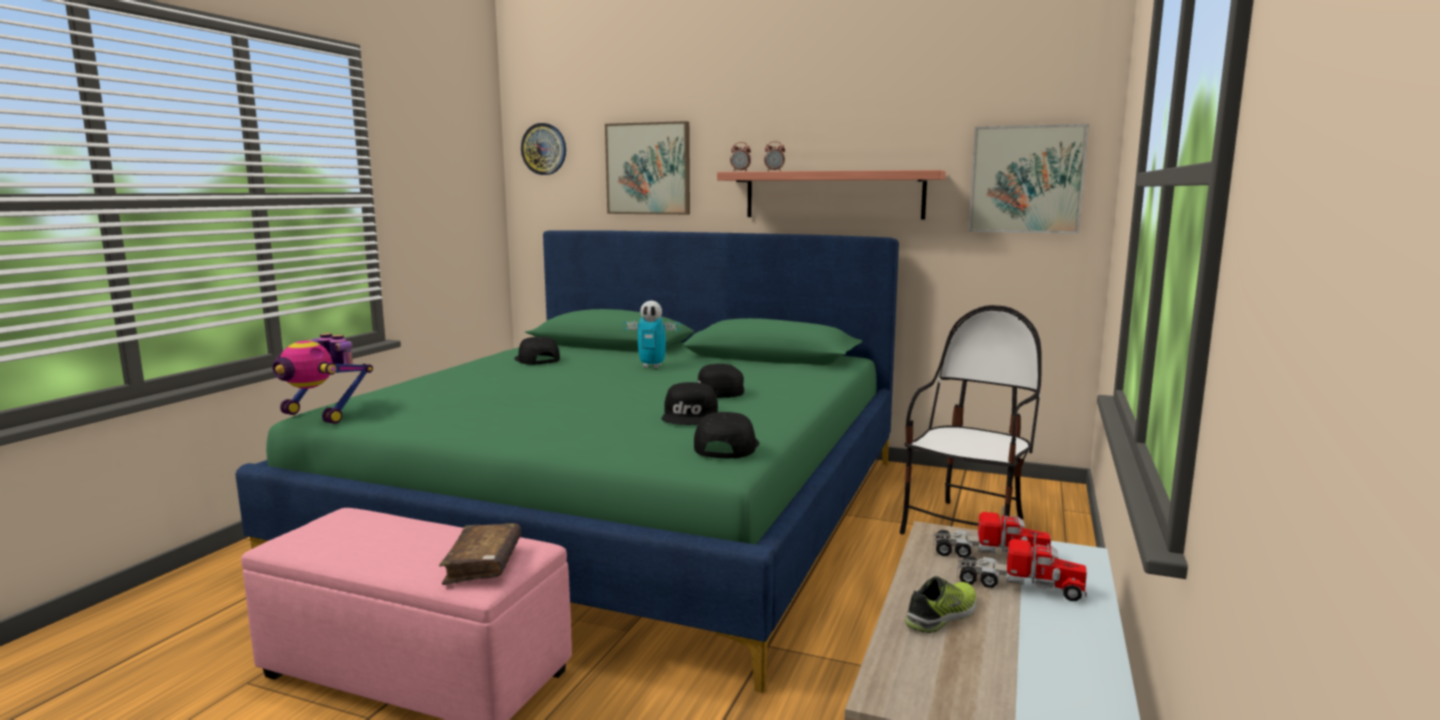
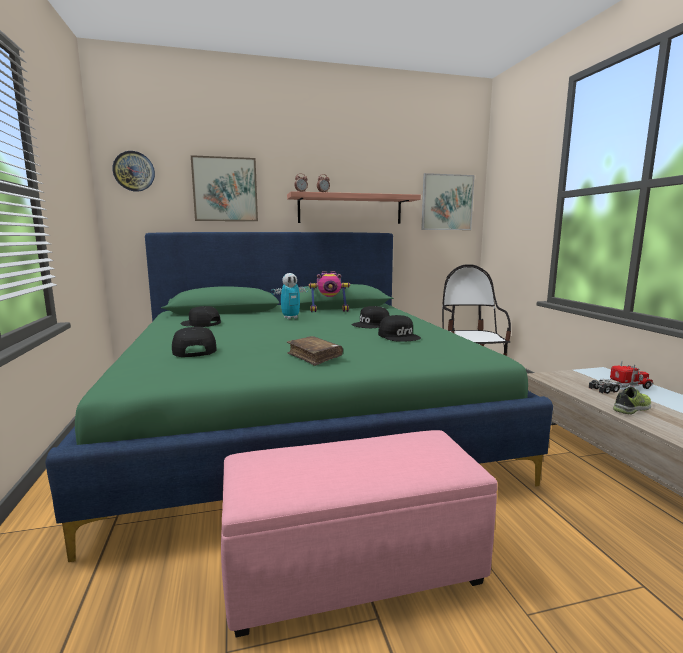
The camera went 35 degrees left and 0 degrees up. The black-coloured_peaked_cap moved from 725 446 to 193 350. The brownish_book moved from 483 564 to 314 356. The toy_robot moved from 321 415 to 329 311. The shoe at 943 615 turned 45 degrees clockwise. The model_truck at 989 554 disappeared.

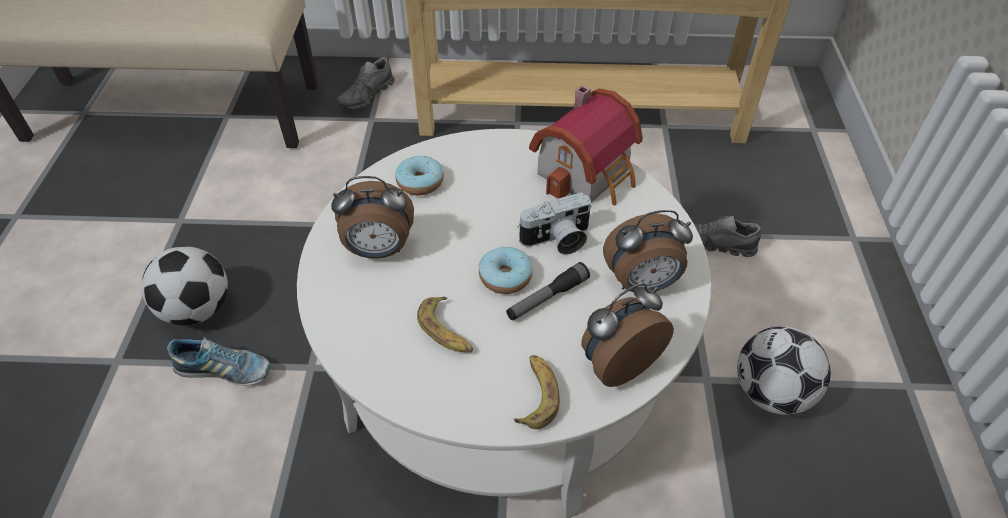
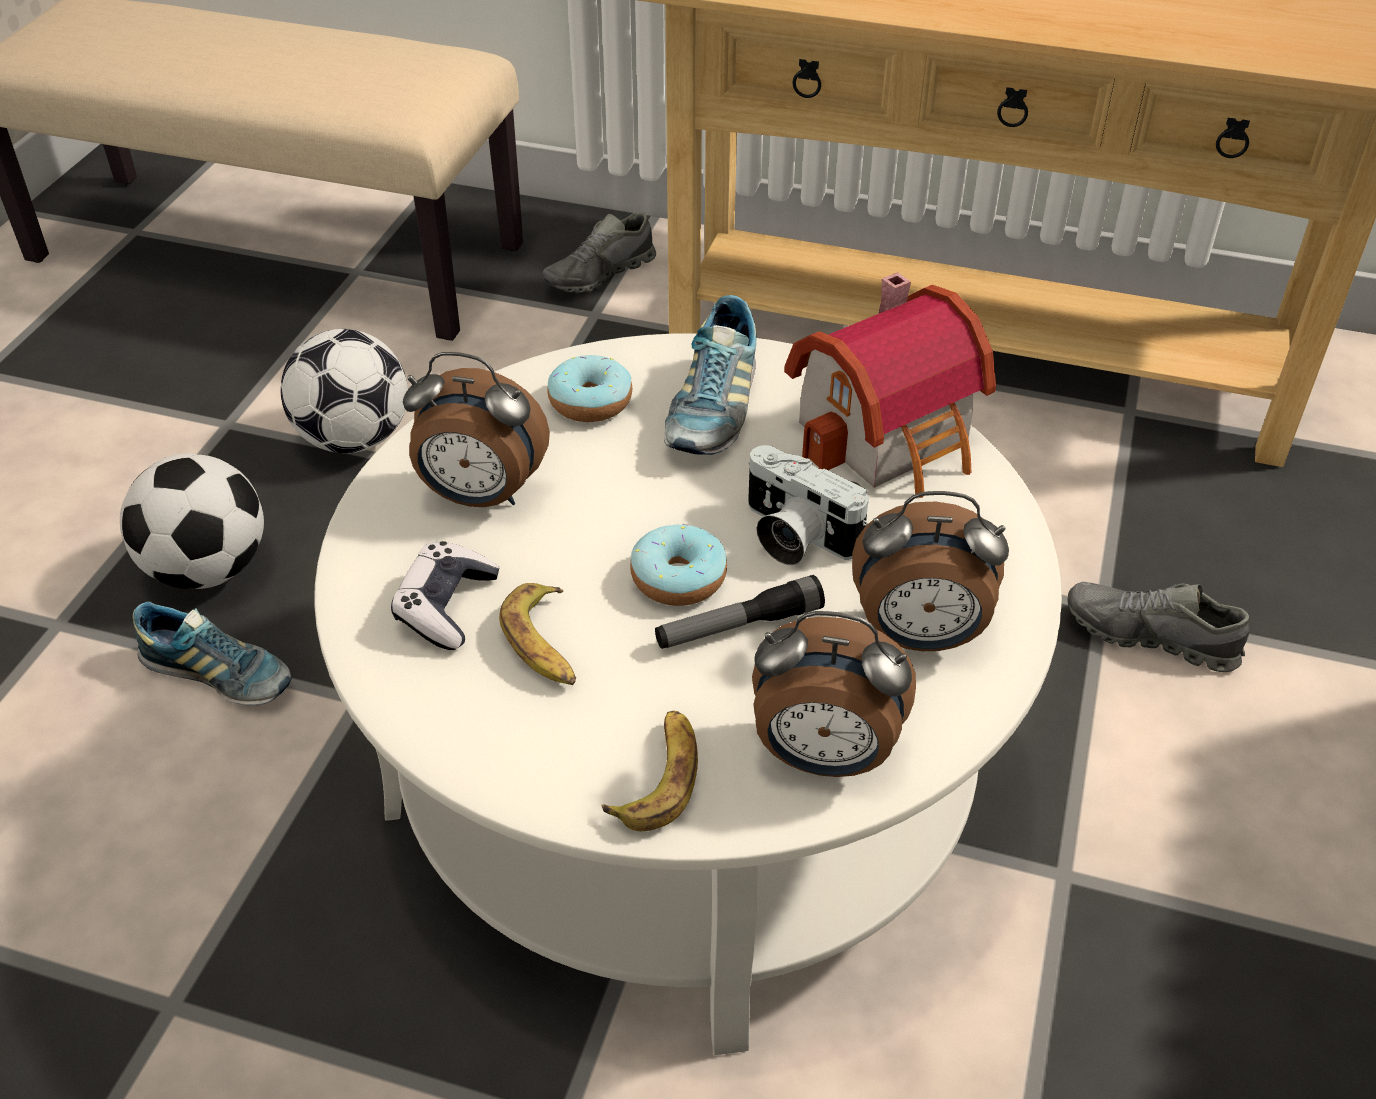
The camera went 15 degrees right and 5 degrees down. The football_ball moved from 771 392 to 354 439. The joypad at 446 607 appeared. The shoe at 712 409 appeared. The still_camera at 557 240 turned 45 degrees clockwise. The alarm_clock at 617 363 turned 150 degrees counterclockwise.

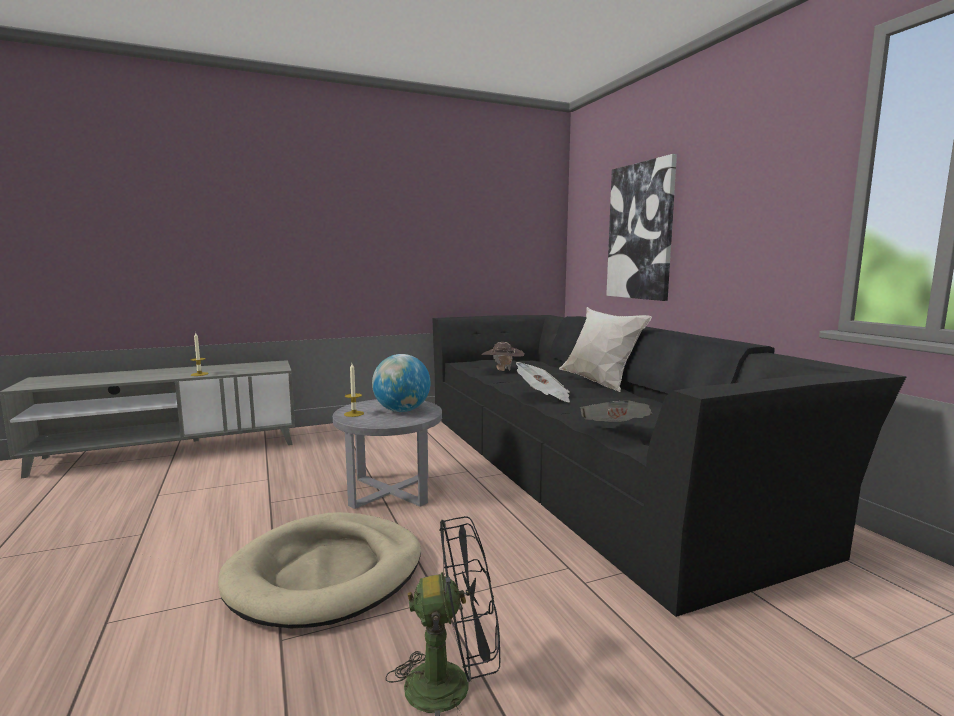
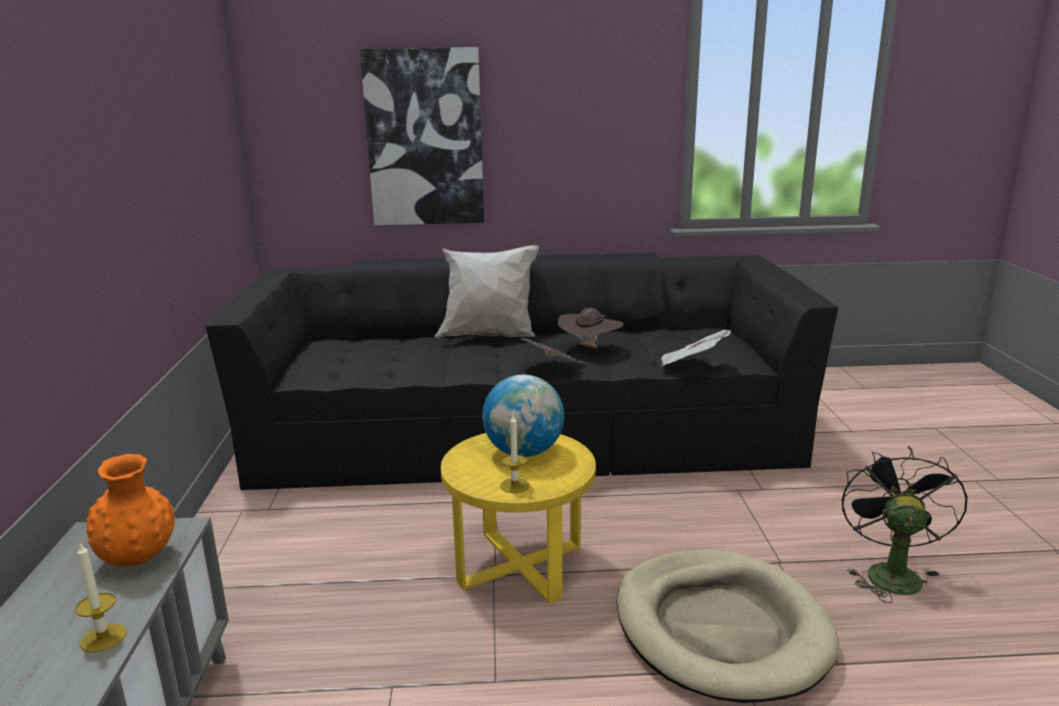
The camera went 70 degrees left and 10 degrees up. The orangey_flower_vase at 138 559 appeared. The grey_accent_table at 390 491 became the yellow-coloured_accent_table at 520 564. The brownish_clothing_hat moved from 502 371 to 589 348.

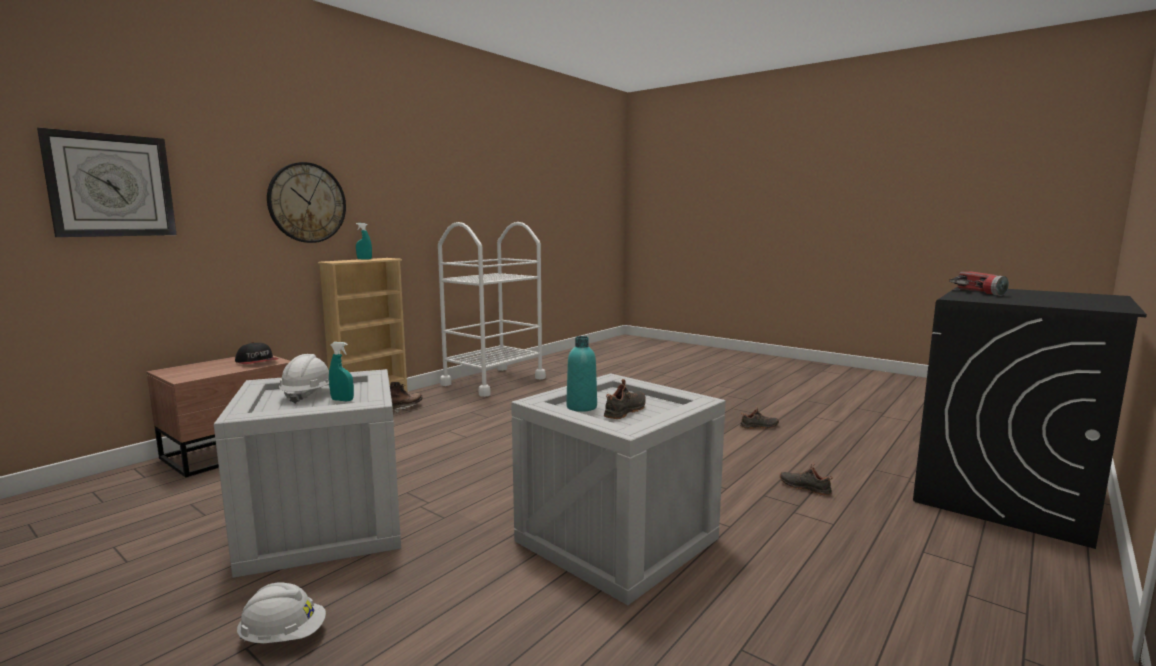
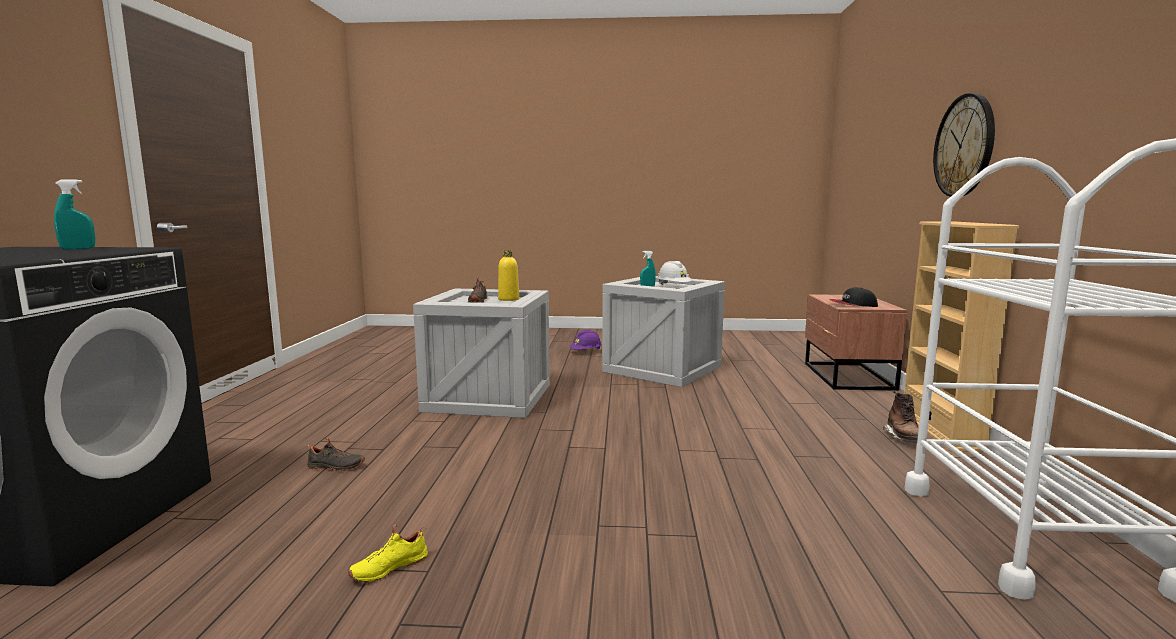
The camera went 145 degrees right and 0 degrees up. The turquoise-coloured_spray_bottle moved from 364 259 to 78 249. The black-coloured_shoe at 759 427 became the yellow-coloured_shoe at 389 567. The turquoise-coloured_bottle at 581 407 became the yellow-coloured_bottle at 508 299. The white_hard_hat at 283 636 became the purple-coloured_hard_hat at 586 352. The clock_on_the_wall at 111 185 disappeared. The torch at 980 292 disappeared.

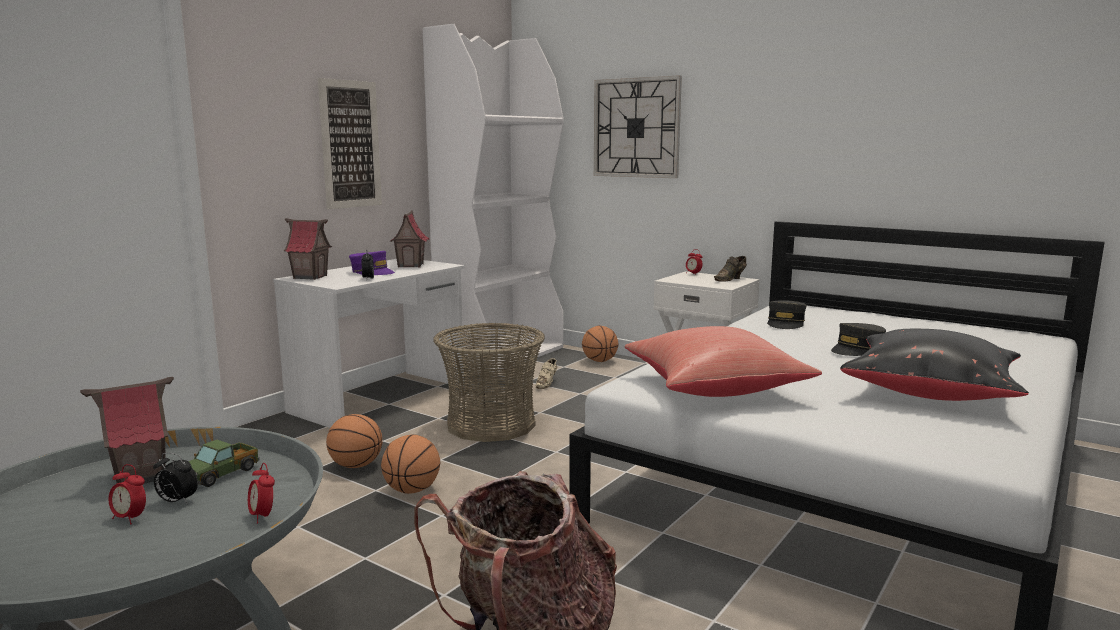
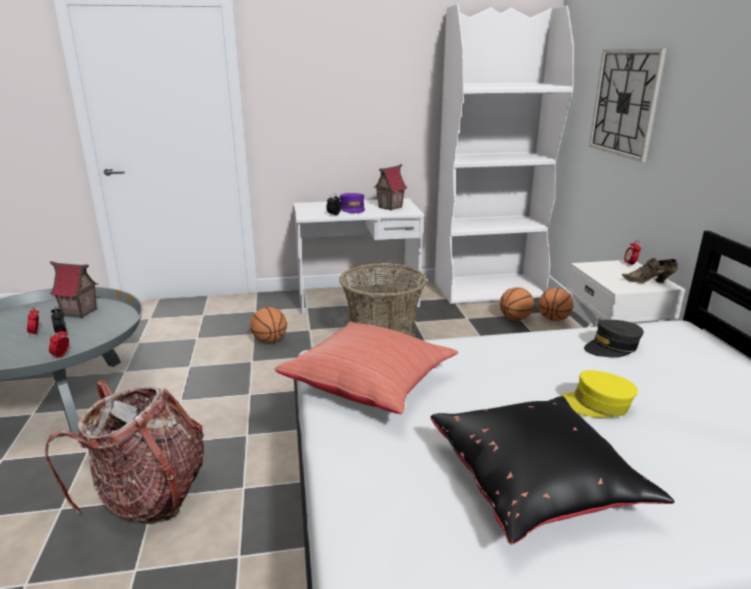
The camera went 45 degrees right and 10 degrees up. The basketball_ball moved from 412 490 to 515 319. The grey_peaked_cap at 857 349 became the yellow-coloured_peaked_cap at 596 405. The model_truck at 221 474 disappeared. The toy_house at 310 277 disappeared. The wall_art at 350 144 disappeared. The sand-coloured_shoe at 547 384 disappeared.

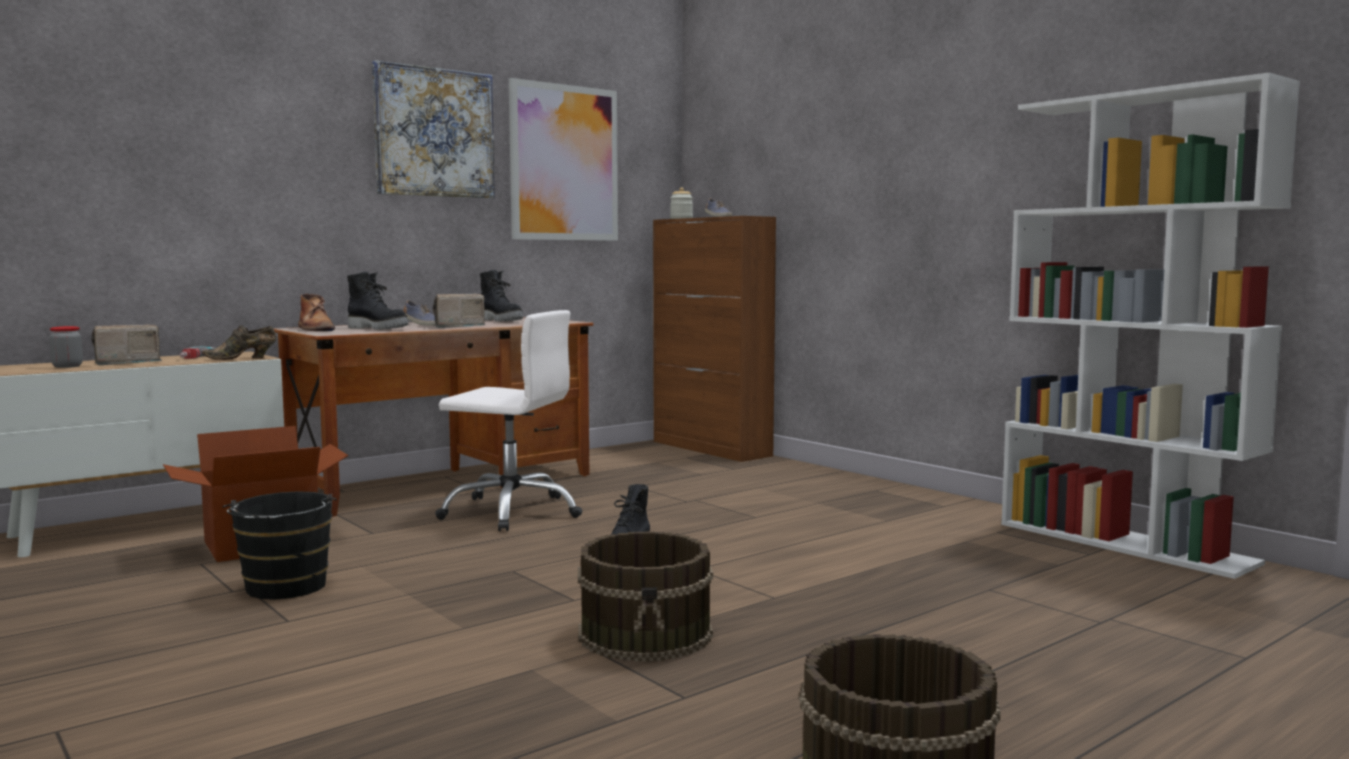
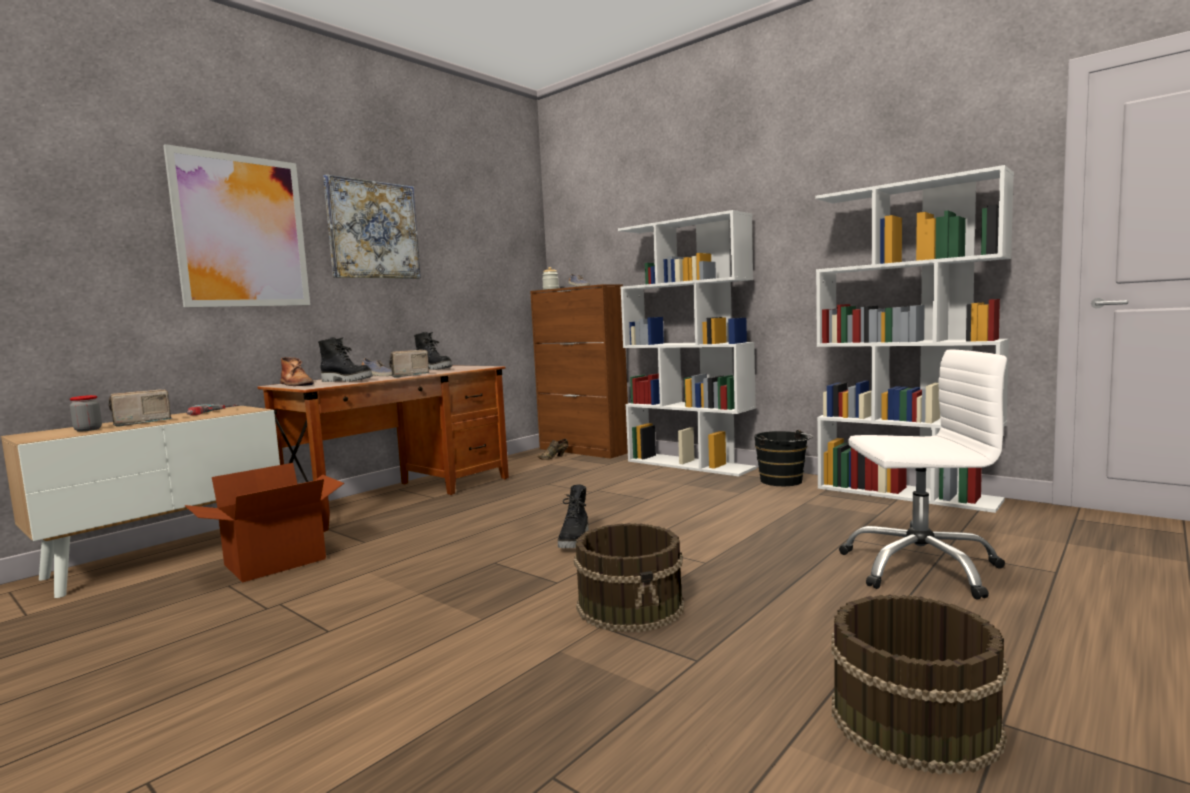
The camera went 10 degrees left and 0 degrees up. The wall_art moved from 564 163 to 241 231. The brownish_shoe moved from 243 358 to 554 457. The white_bookshelf at 690 464 appeared. The black-coloured_pail moved from 284 589 to 783 482. The white_desk_chair moved from 512 512 to 920 567.

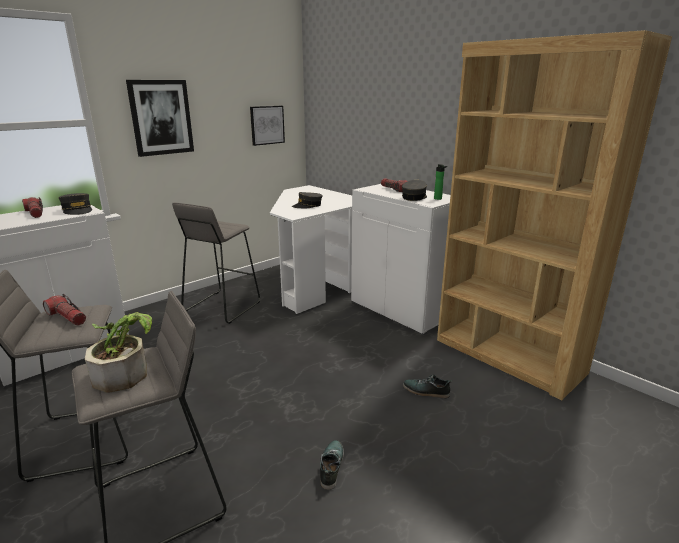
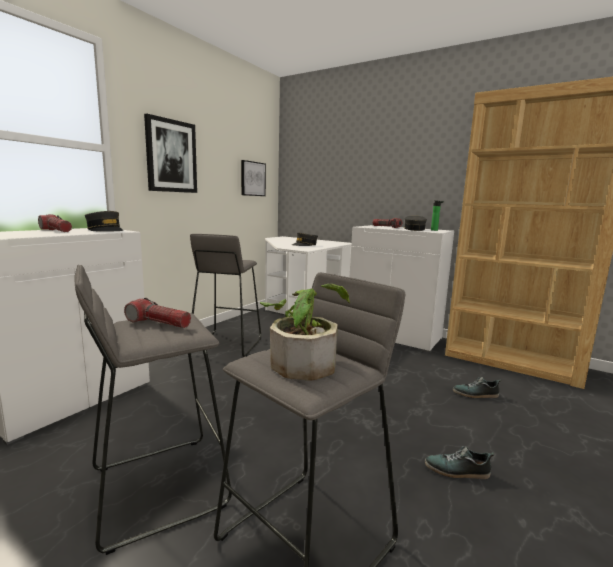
The camera went 15 degrees left and 10 degrees down. The shoe at 331 466 turned 75 degrees counterclockwise.

